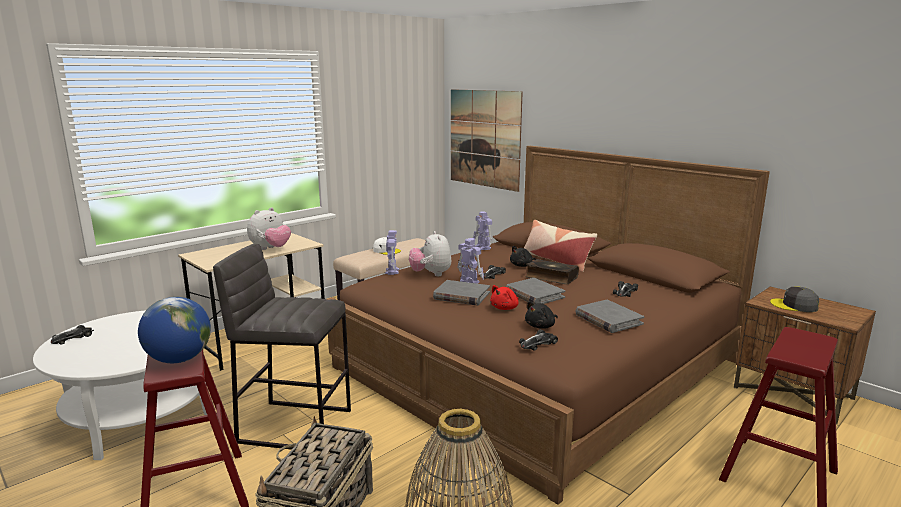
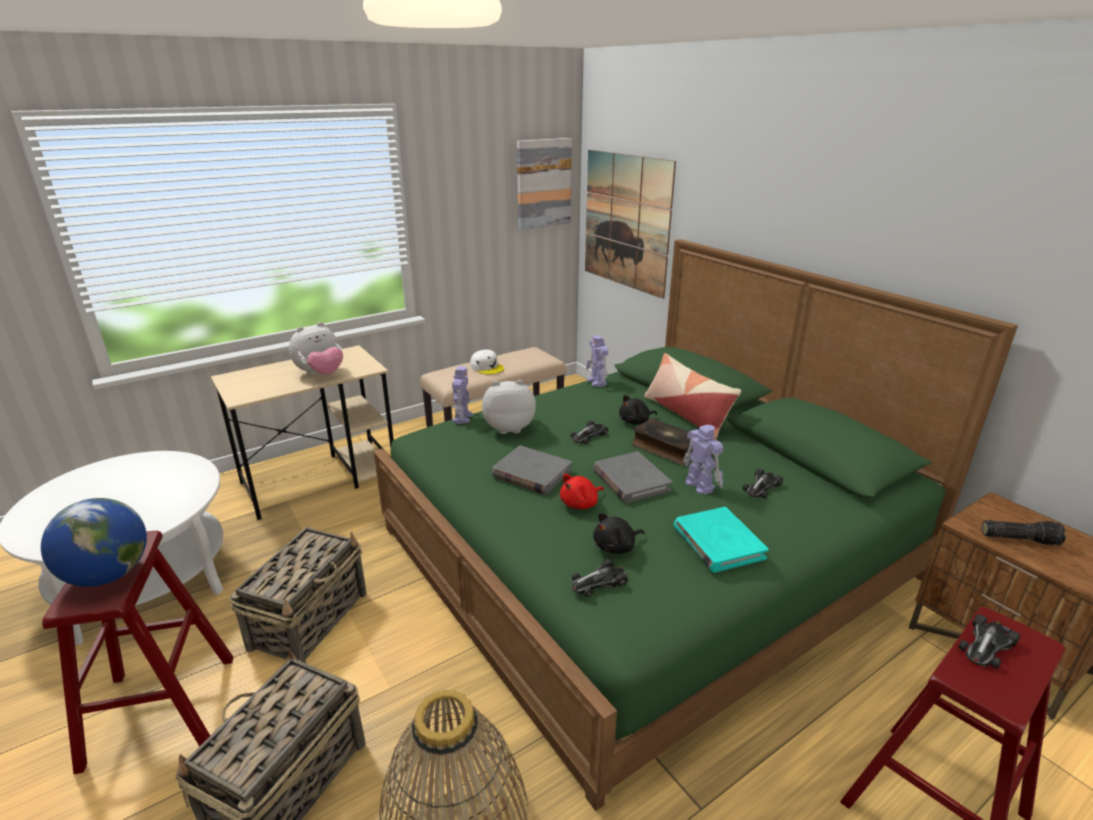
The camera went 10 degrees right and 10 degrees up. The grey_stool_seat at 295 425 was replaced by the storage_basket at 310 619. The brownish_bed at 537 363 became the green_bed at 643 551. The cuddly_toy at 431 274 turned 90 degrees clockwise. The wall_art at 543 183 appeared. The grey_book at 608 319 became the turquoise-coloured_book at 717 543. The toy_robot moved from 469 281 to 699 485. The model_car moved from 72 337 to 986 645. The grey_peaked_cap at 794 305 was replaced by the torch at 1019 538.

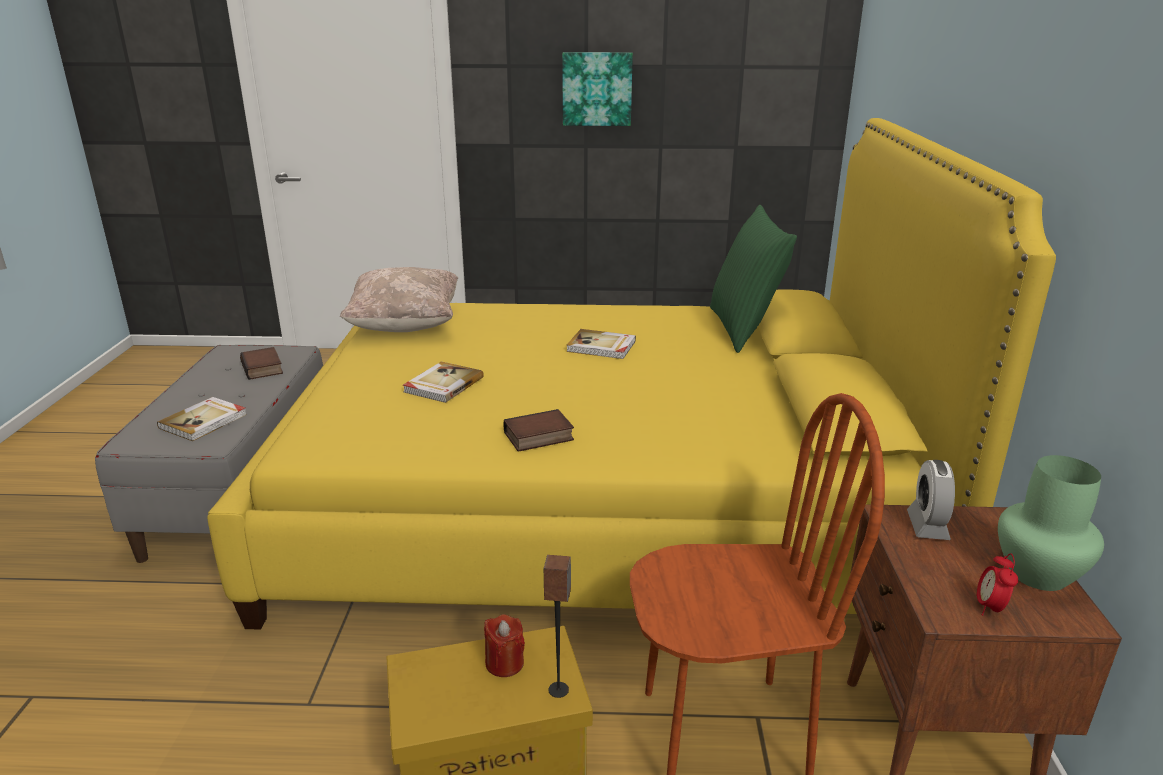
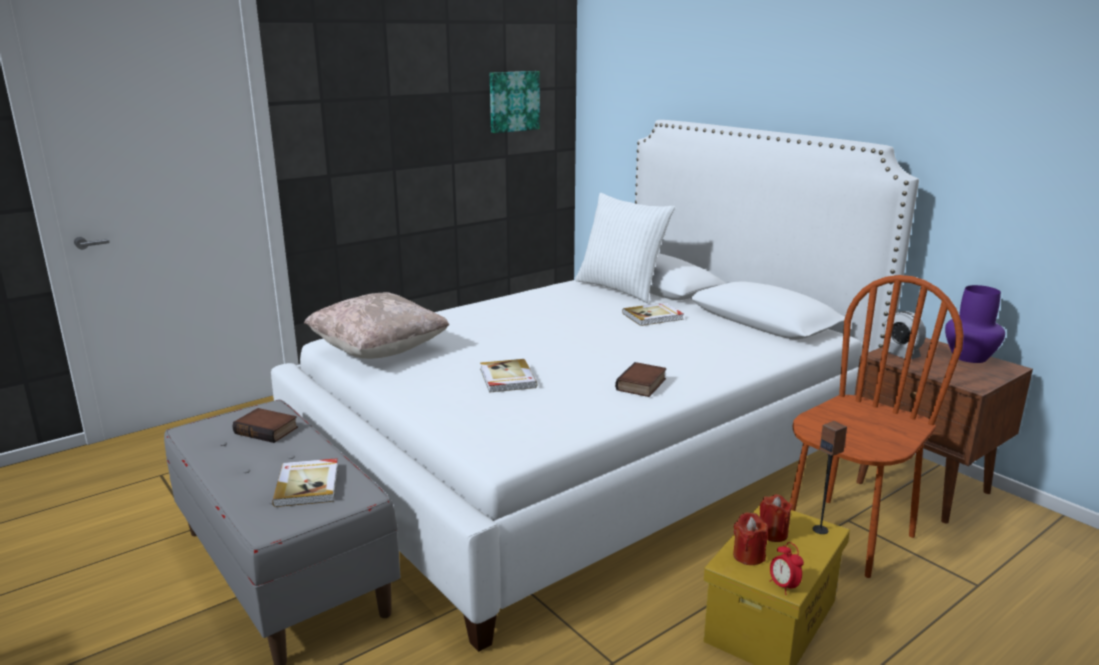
The camera went 40 degrees left and 5 degrees down. The yellow-coloured_bed at 598 500 became the white_bed at 584 451. The wall_art moved from 597 89 to 513 101. The green_throw_pillow at 744 329 became the white_throw_pillow at 621 288. The book moved from 601 347 to 653 316. The red_wax_candle at 748 556 appeared. The alarm_clock moved from 990 607 to 783 586. The green_flower_vase at 1039 574 became the purple-coloured_flower_vase at 970 357.

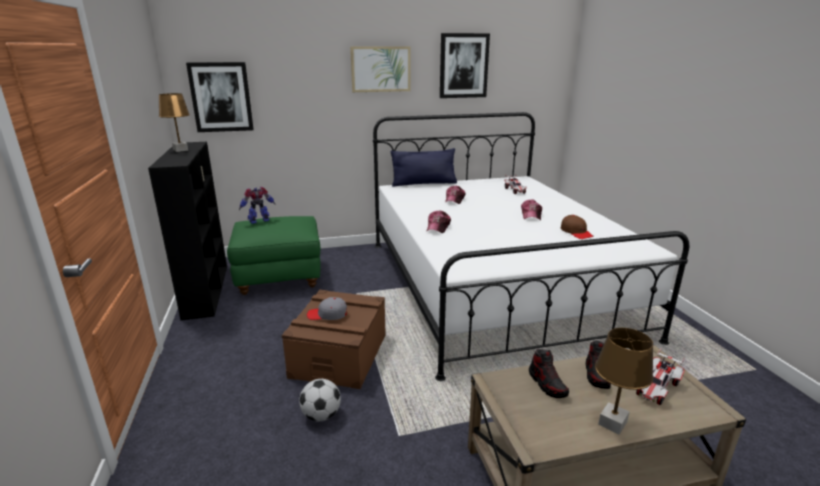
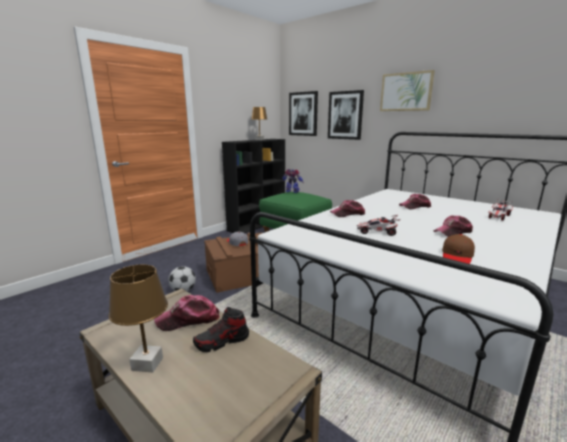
The camera went 55 degrees right and 5 degrees down. The shoe at 547 384 was replaced by the peaked_cap at 189 319. The wall_art moved from 463 66 to 345 115. The model_car moved from 657 389 to 377 232. The bluish_throw_pillow at 424 183 disappeared.

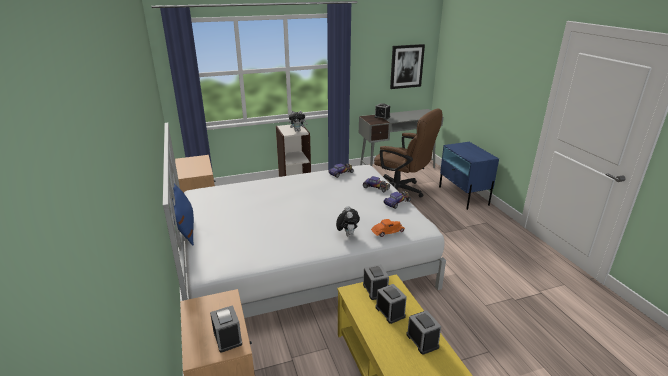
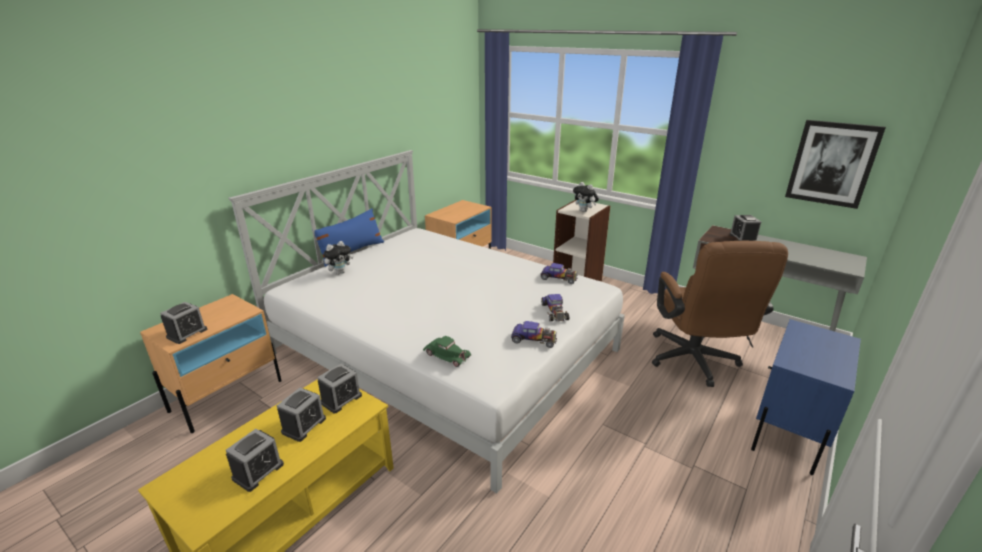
The camera went 55 degrees right and 0 degrees up. The cuddly_toy moved from 347 234 to 340 272. The orangey_model_car at 387 231 became the green_model_car at 446 355.

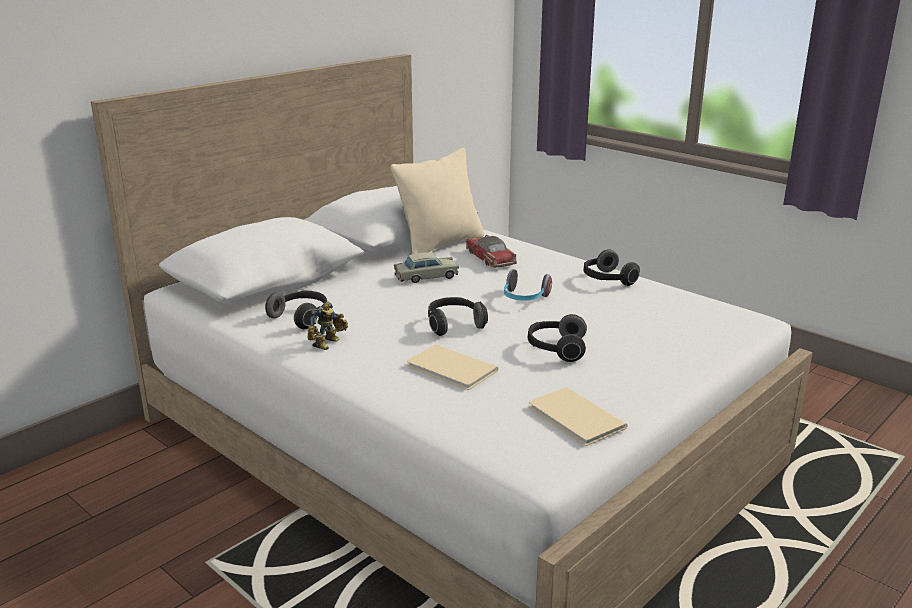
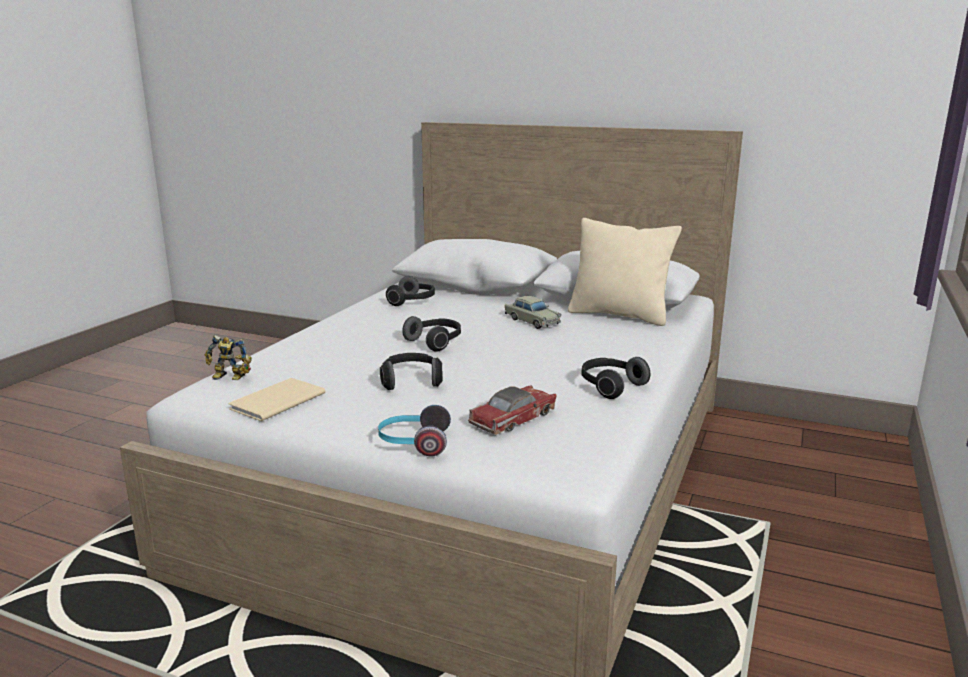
The camera went 70 degrees right and 5 degrees down. The toy_robot moved from 328 343 to 229 378. The headset moved from 524 298 to 414 443. The model_car moved from 490 258 to 513 419. The sand-coloured_book at 452 370 disappeared.

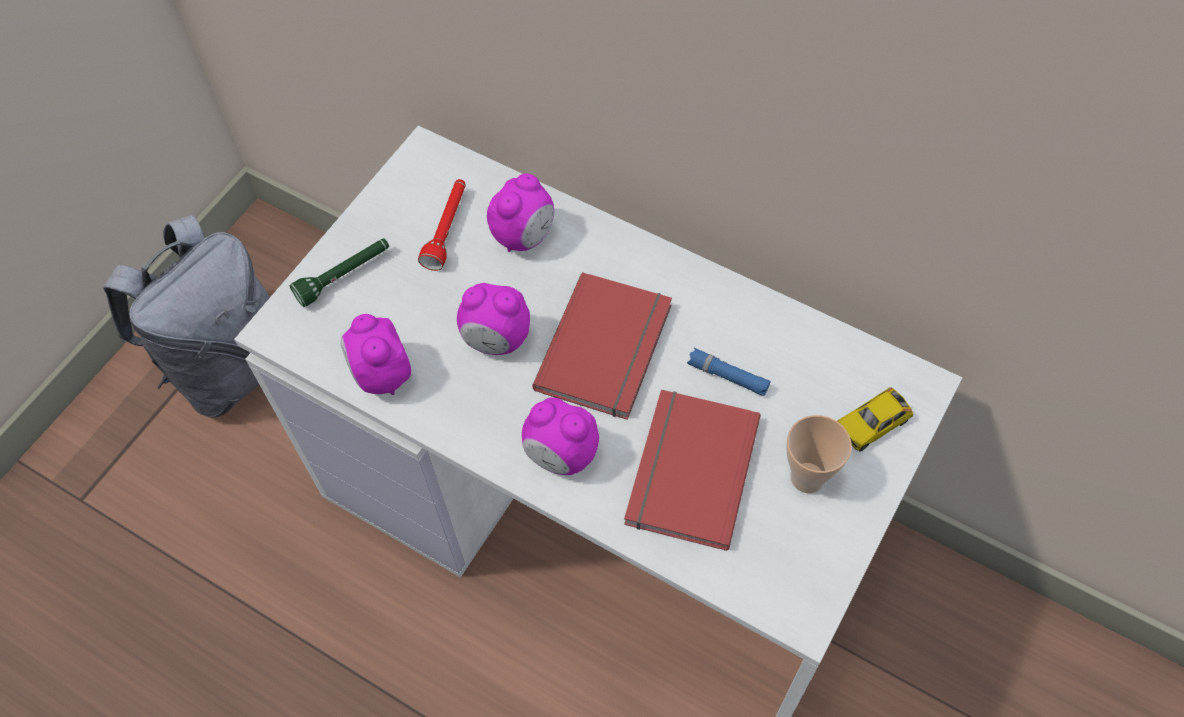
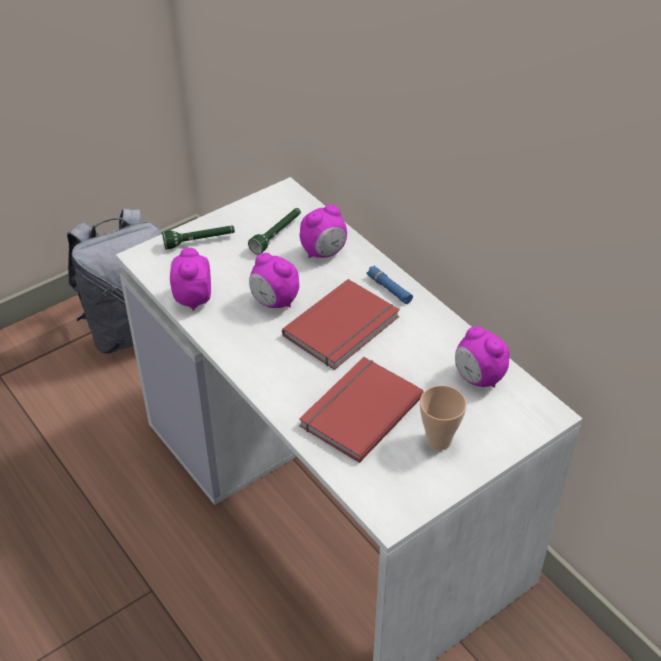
The camera went 20 degrees right and 15 degrees down. The red_torch at 447 229 became the green_torch at 277 235. The bluish_torch moved from 727 376 to 389 289. The alarm_clock moved from 561 455 to 478 378. The model_car at 871 423 disappeared.

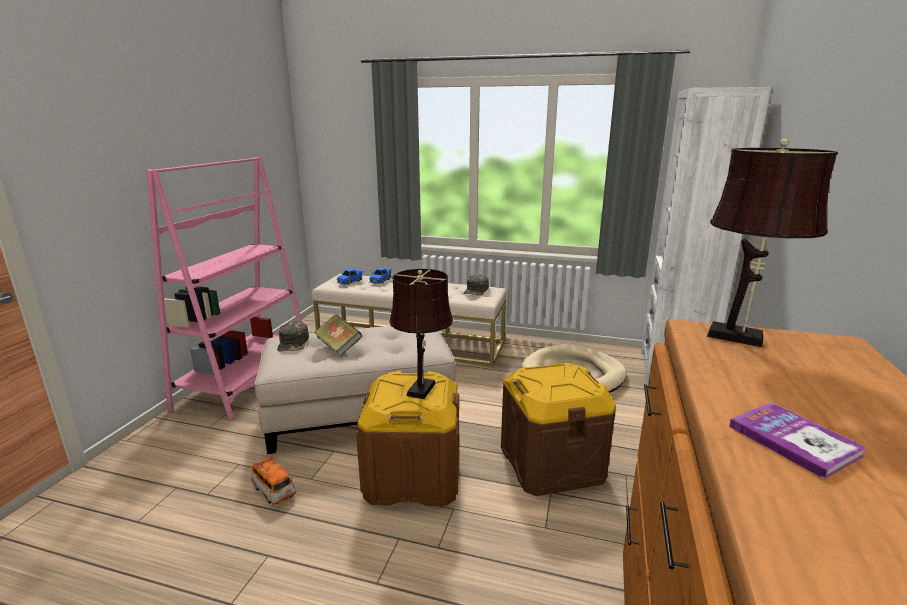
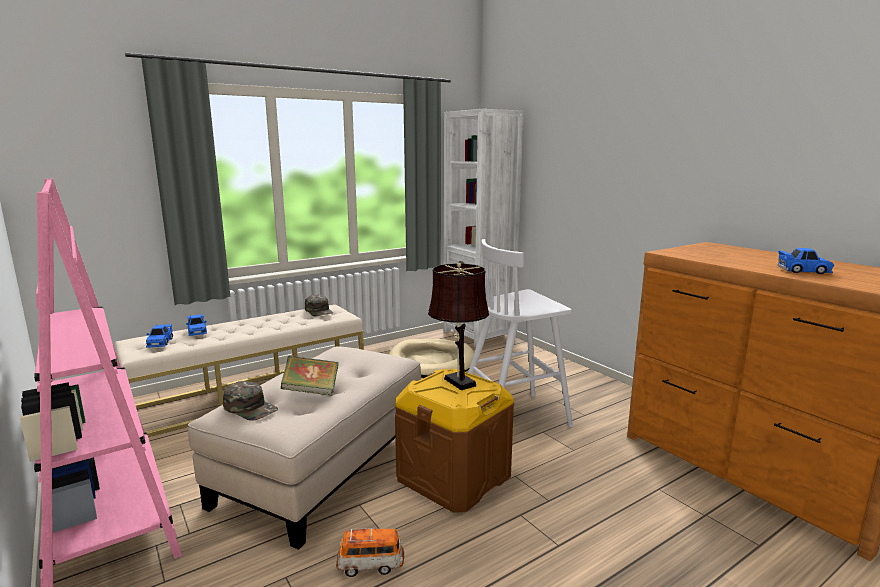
The camera went 50 degrees left and 5 degrees down. The brownish_storage_bin at 551 463 was replaced by the white_stool_seat at 515 417. The book at 793 440 was replaced by the bluish_model_car at 803 271. The brownish_lamp_for_a_table at 741 338 disappeared.

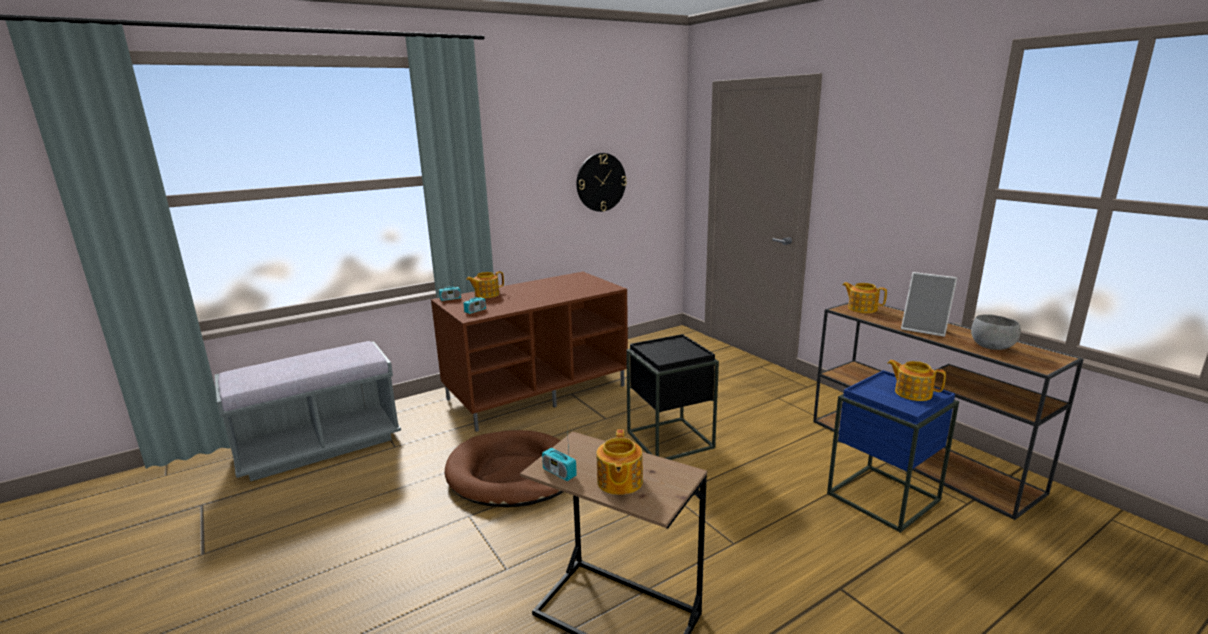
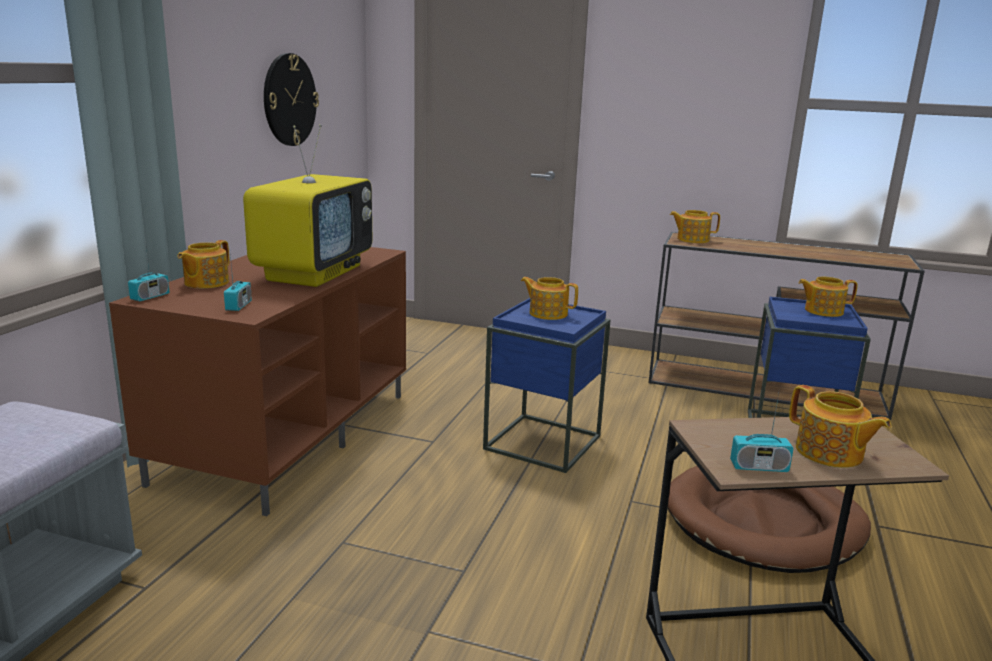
The camera went 40 degrees left and 0 degrees up. The TV_set at 314 273 appeared. The black-coloured_accent_table at 670 440 became the bluish_accent_table at 543 442. The pot_for_tea at 547 313 appeared. The brownish_pet_bed moved from 513 473 to 764 521. The picture_frame at 925 329 disappeared. The grey_deep_dish at 990 347 disappeared.

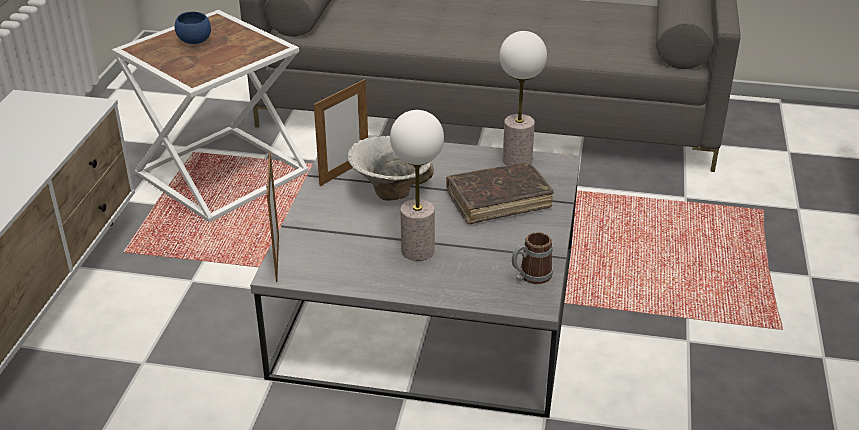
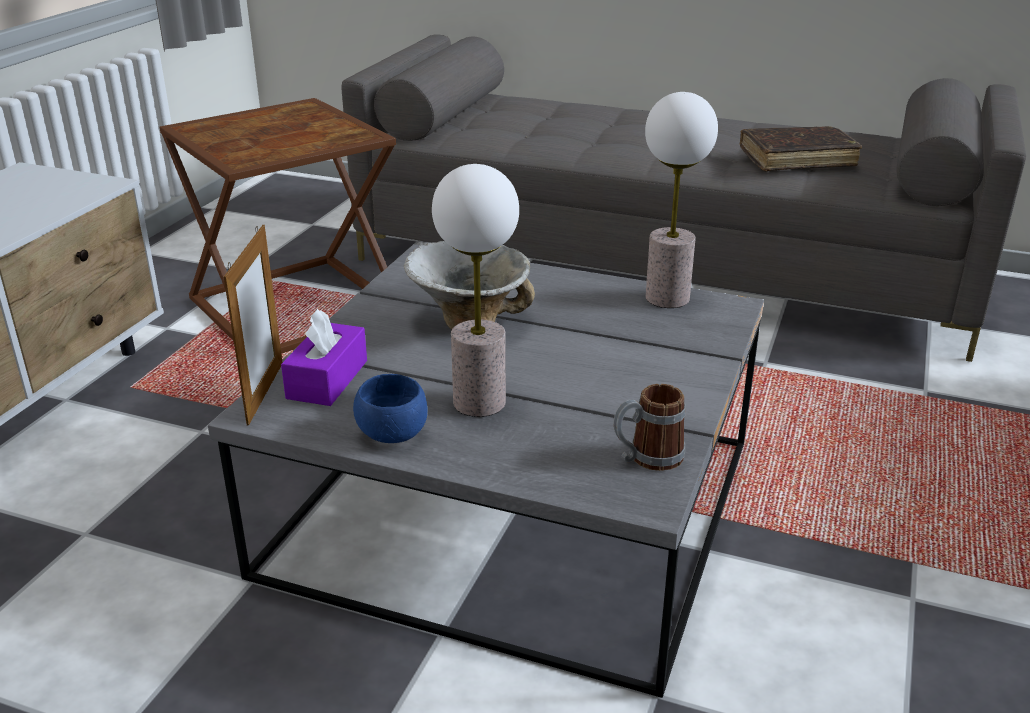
The camera went 10 degrees right and 5 degrees down. The white_accent_table at 221 175 became the brownish_accent_table at 295 309. The purple-coloured_box_of_tissues at 327 379 appeared. The bluish_deep_dish moved from 194 41 to 392 434. The brownish_book moved from 498 201 to 797 159. The picture_frame at 344 171 disappeared.

